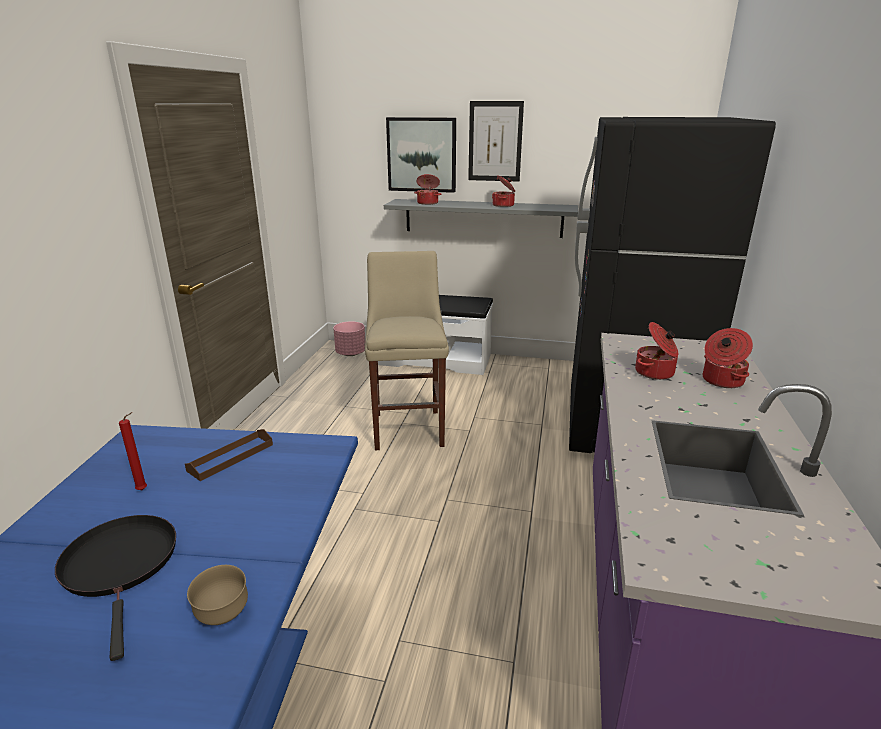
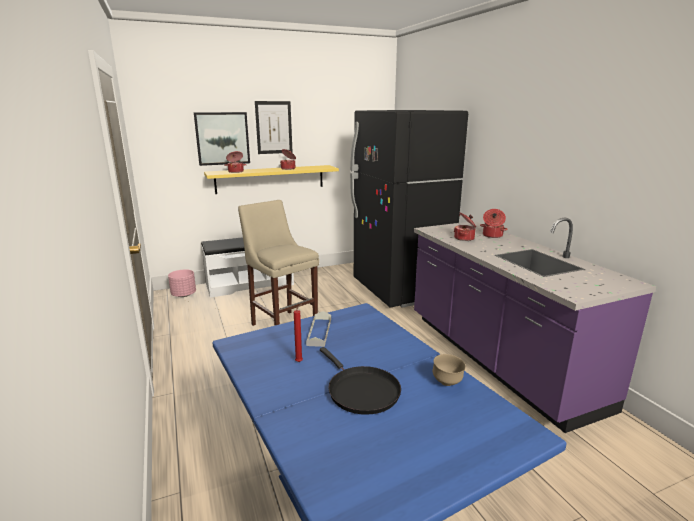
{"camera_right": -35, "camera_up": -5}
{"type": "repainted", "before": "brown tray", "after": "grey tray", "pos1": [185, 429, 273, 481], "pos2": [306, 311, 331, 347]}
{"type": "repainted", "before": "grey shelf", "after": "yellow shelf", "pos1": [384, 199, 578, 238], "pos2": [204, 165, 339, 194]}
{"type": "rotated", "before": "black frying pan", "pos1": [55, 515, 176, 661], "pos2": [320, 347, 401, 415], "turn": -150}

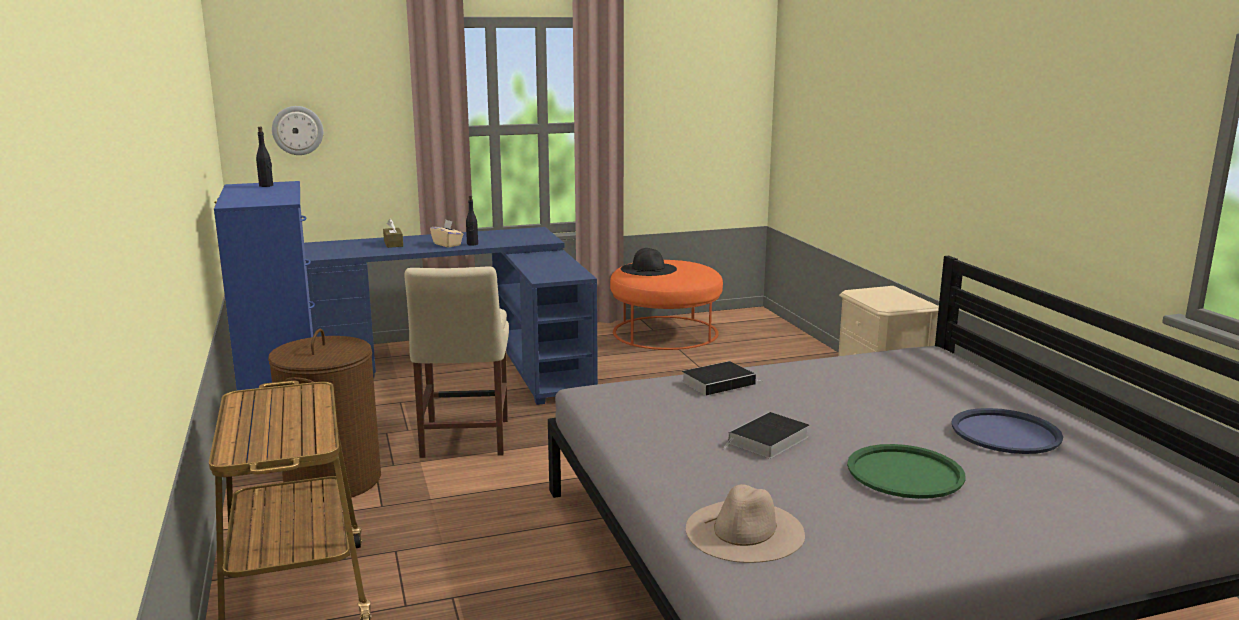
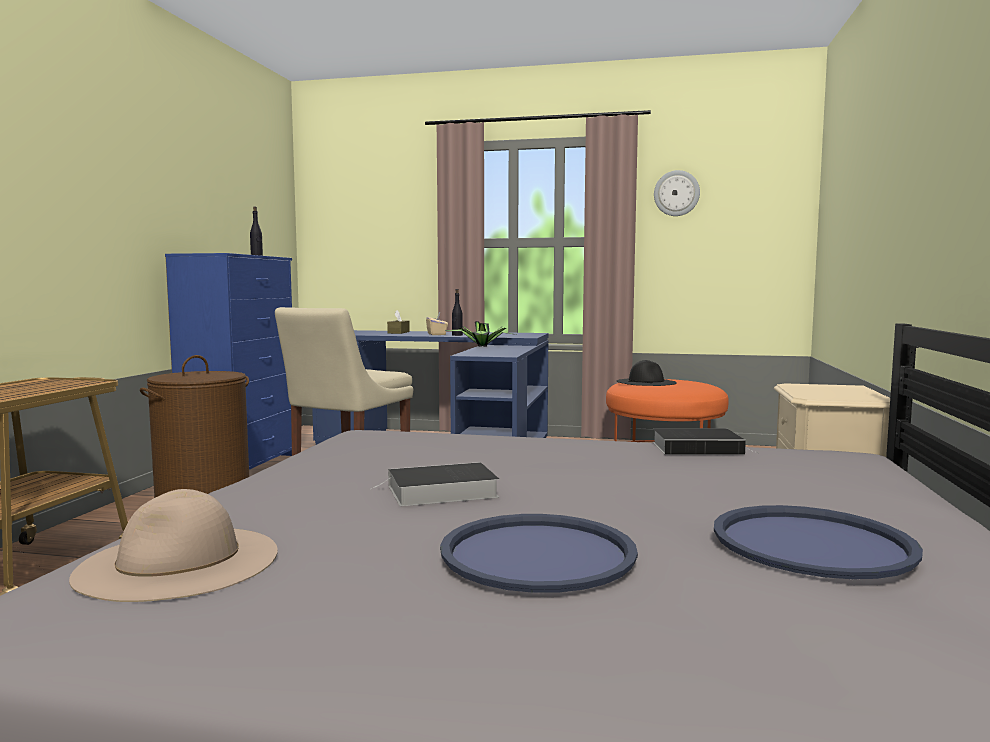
{"camera_right": 30, "camera_up": -10}
{"type": "new", "after": "potted plant", "pos2": [445, 321, 516, 347]}
{"type": "shifted", "before": "wall clock", "pos1": [272, 106, 323, 155], "pos2": [654, 170, 700, 216]}
{"type": "shifted", "before": "book", "pos1": [682, 361, 762, 396], "pos2": [653, 428, 757, 455]}
{"type": "repainted", "before": "green tray", "after": "blue tray", "pos1": [847, 444, 966, 499], "pos2": [440, 514, 638, 593]}

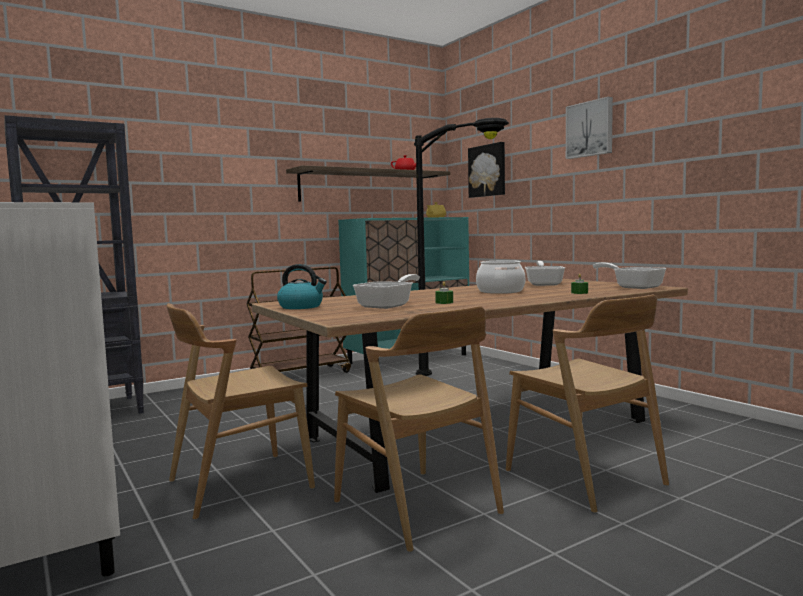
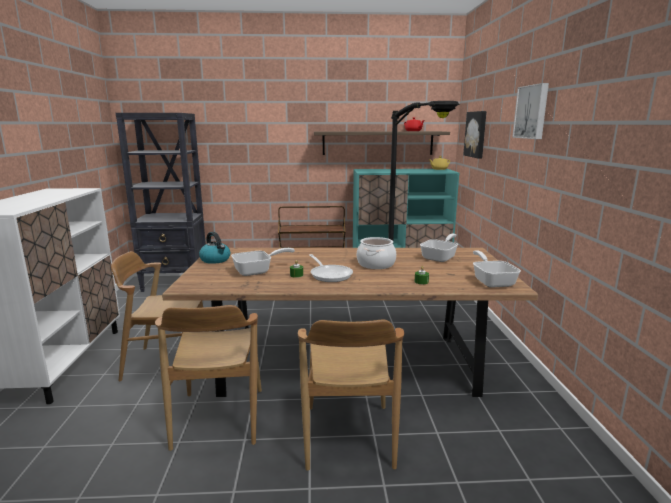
{"camera_right": 30, "camera_up": 10}
{"type": "new", "after": "frying pan", "pos2": [309, 254, 353, 282]}

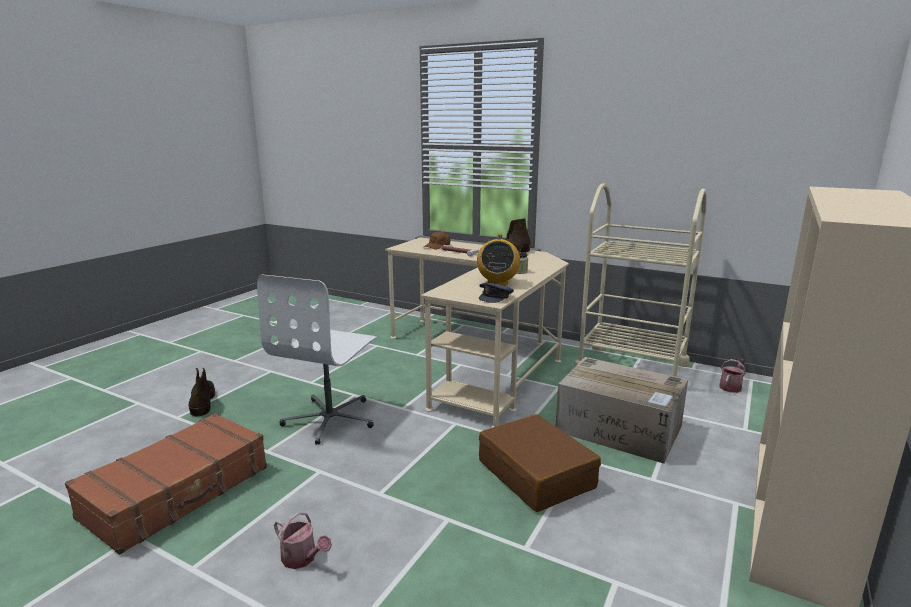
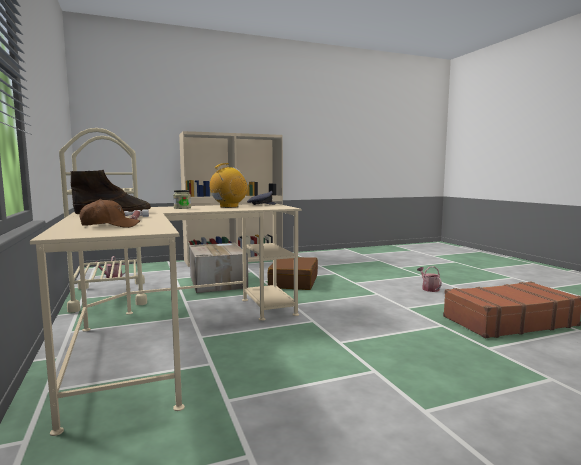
{"camera_right": -140, "camera_up": -10}
{"type": "gone", "before": "brown boot", "pos1": [189, 368, 215, 417]}
{"type": "gone", "before": "white office chair", "pos1": [257, 274, 377, 445]}

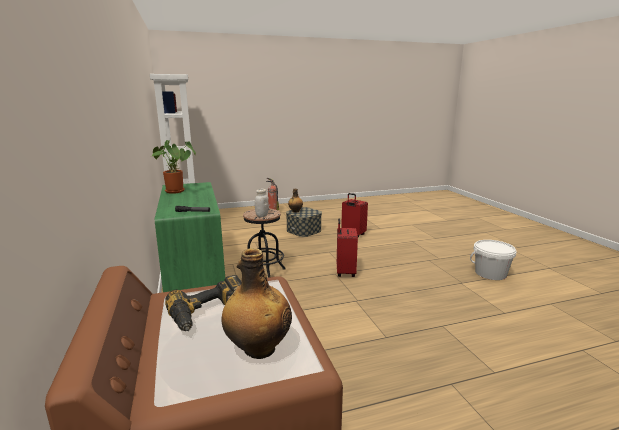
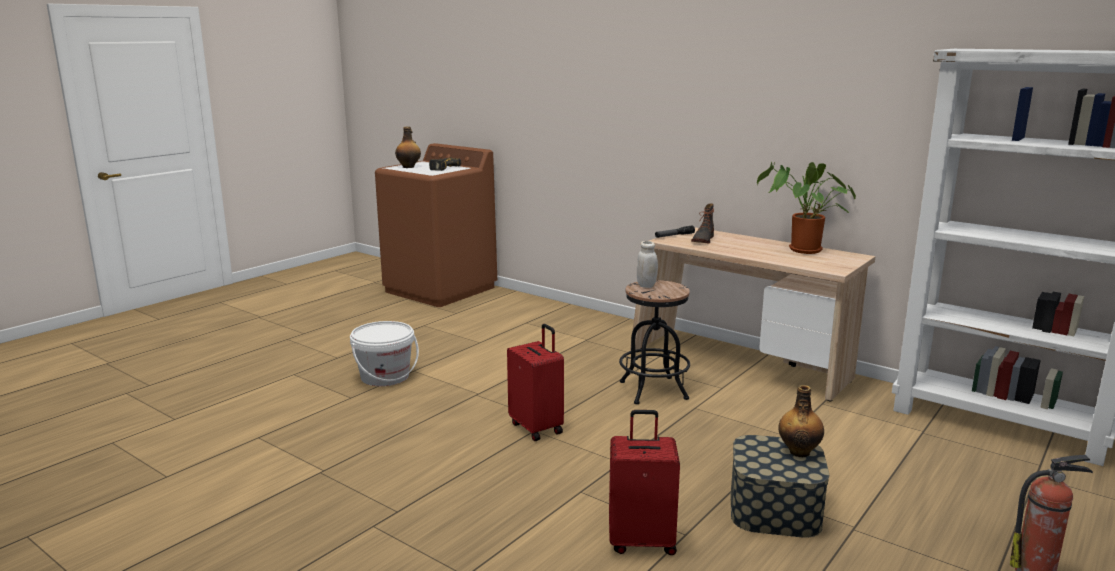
{"camera_right": 145, "camera_up": 0}
{"type": "new", "after": "boot", "pos2": [691, 204, 714, 244]}
{"type": "shifted", "before": "white bucket", "pos1": [470, 240, 517, 280], "pos2": [350, 321, 419, 386]}
{"type": "repainted", "before": "green desk", "after": "beige desk", "pos1": [155, 182, 225, 292], "pos2": [630, 227, 875, 401]}

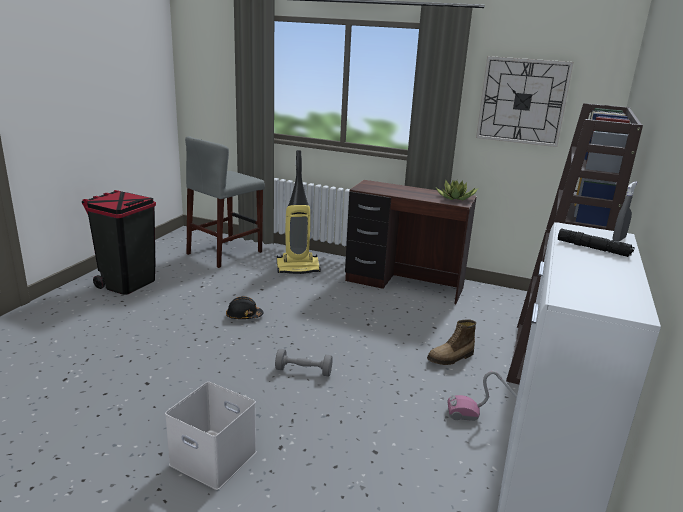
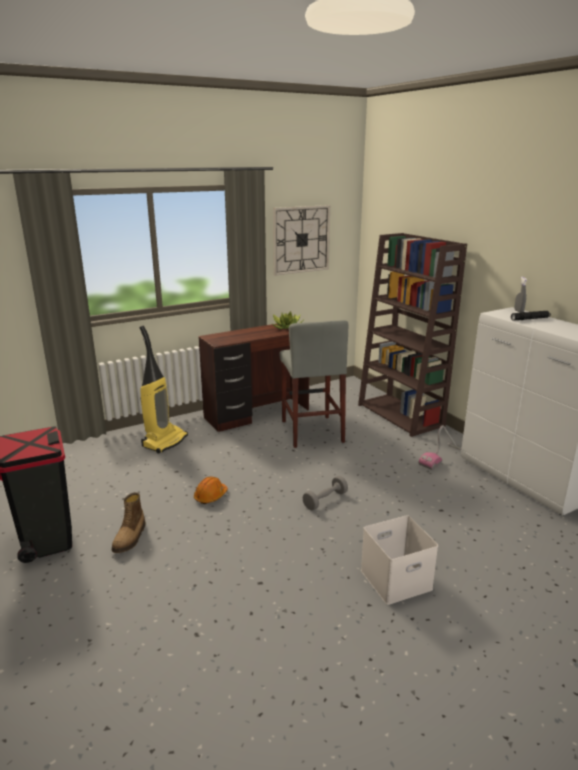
{"camera_right": -50, "camera_up": 0}
{"type": "shifted", "before": "grey stool", "pos1": [185, 136, 265, 268], "pos2": [280, 320, 349, 448]}
{"type": "shifted", "before": "boot", "pos1": [427, 319, 476, 365], "pos2": [112, 492, 146, 553]}
{"type": "repainted", "before": "black hard hat", "after": "orange hard hat", "pos1": [226, 296, 263, 319], "pos2": [194, 477, 228, 504]}

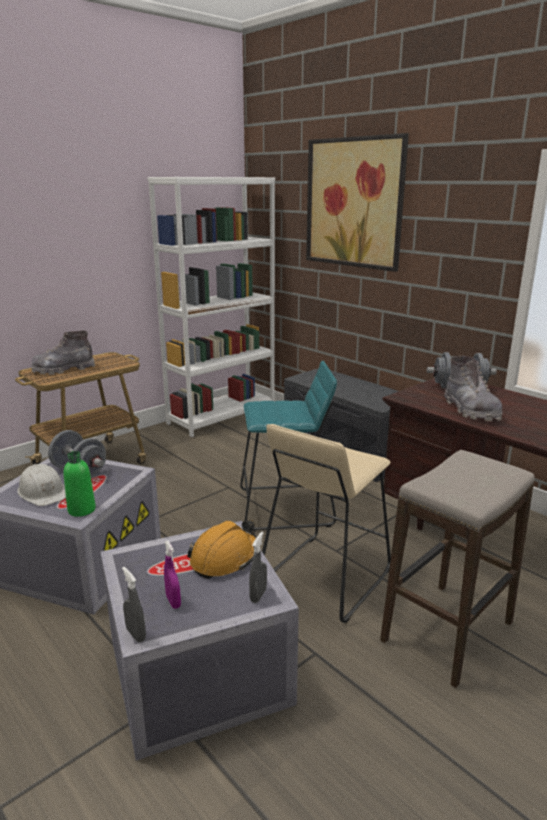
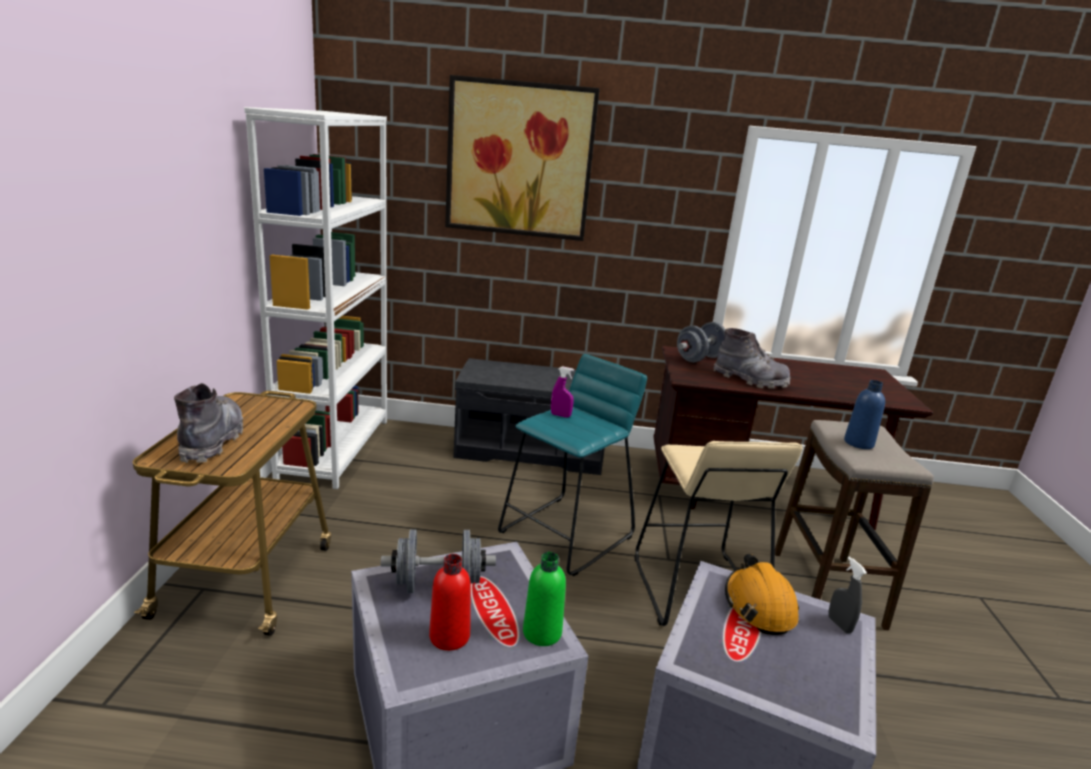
{"camera_right": -45, "camera_up": 0}
{"type": "gone", "before": "grey spray bottle", "pos1": [122, 567, 146, 642]}
{"type": "new", "after": "blue bottle", "pos2": [844, 380, 885, 449]}
{"type": "shifted", "before": "purple spray bottle", "pos1": [164, 541, 181, 609], "pos2": [551, 366, 574, 417]}
{"type": "swapped", "before": "white hard hat", "after": "red bottle", "pos1": [17, 464, 66, 506], "pos2": [429, 554, 471, 651]}
{"type": "rotated", "before": "grey boot", "pos1": [31, 330, 95, 375], "pos2": [174, 383, 243, 463], "turn": 150}

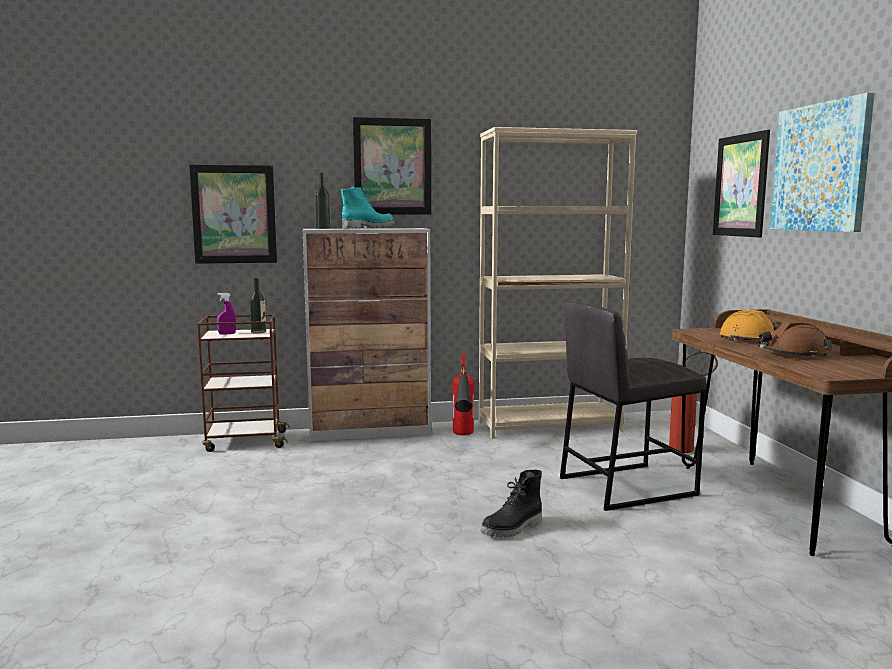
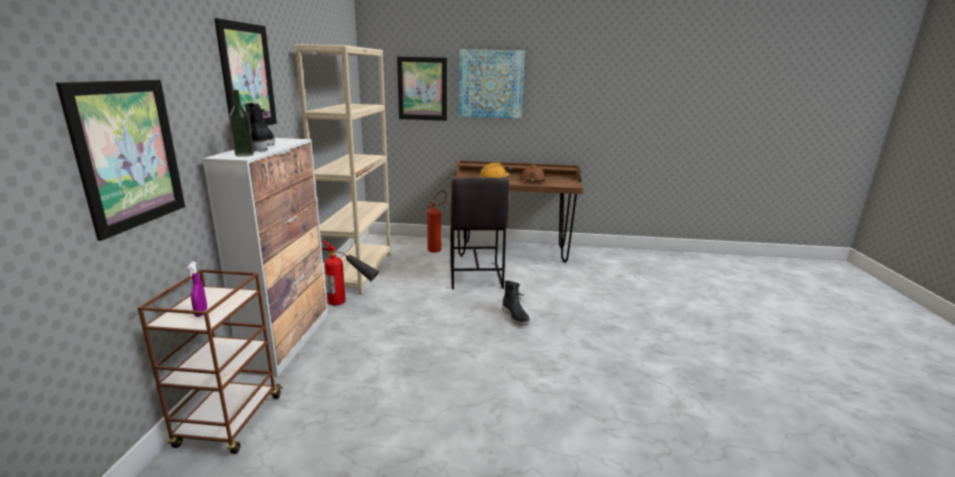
{"camera_right": -75, "camera_up": 10}
{"type": "gone", "before": "bottle", "pos1": [250, 278, 266, 334]}
{"type": "repainted", "before": "turquoise boot", "after": "black boot", "pos1": [341, 187, 395, 229], "pos2": [245, 103, 275, 151]}

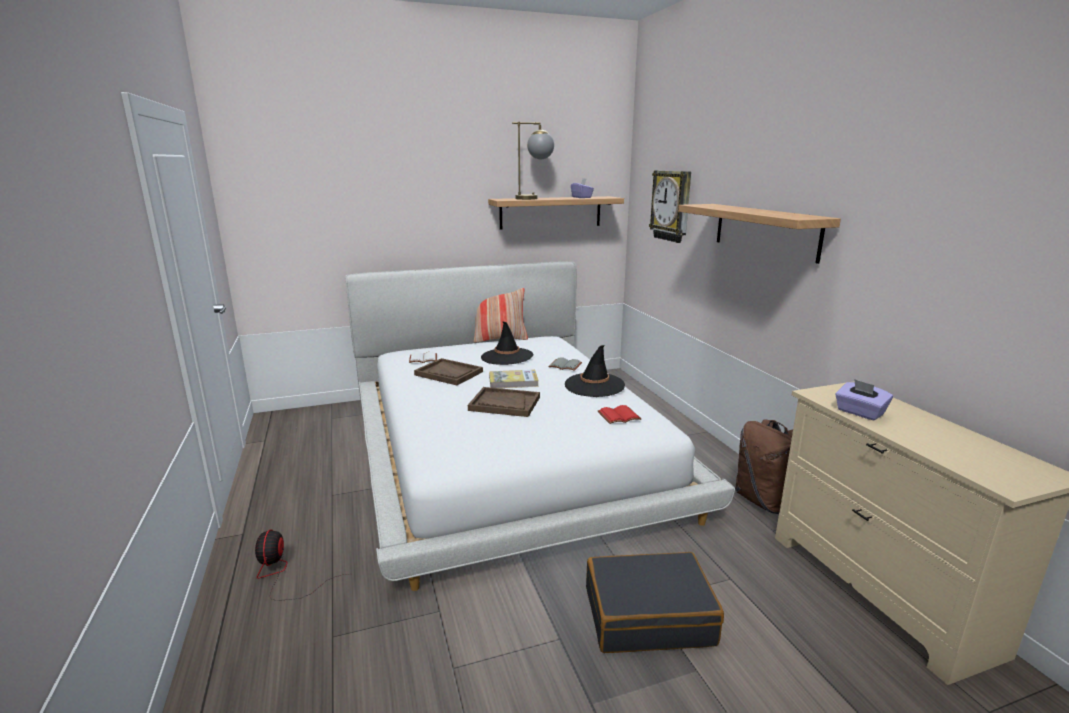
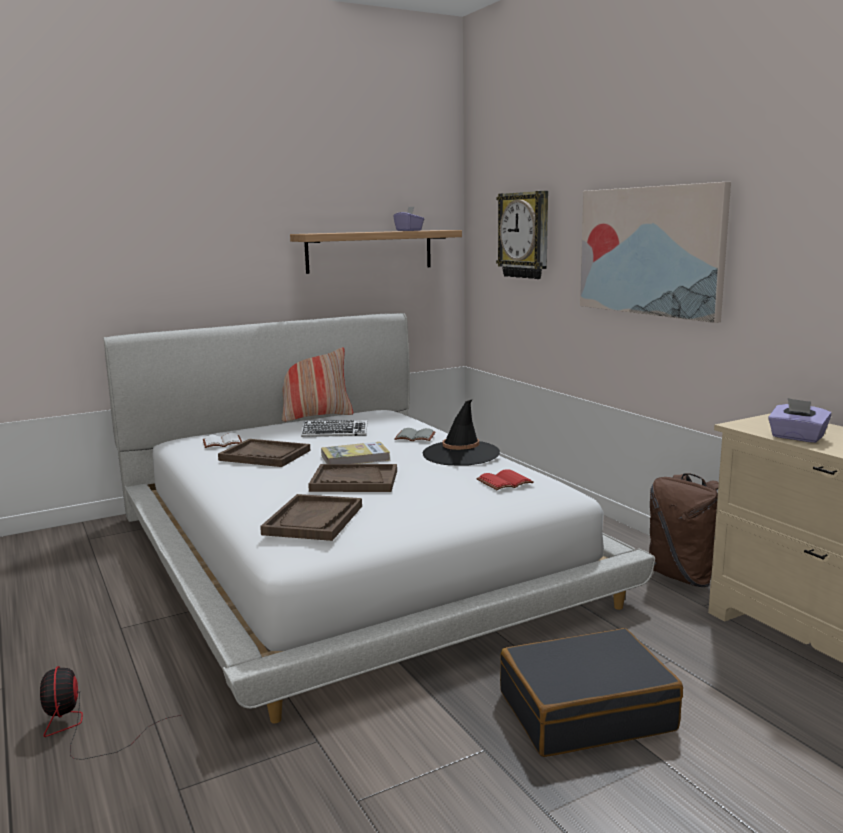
{"camera_right": -10, "camera_up": -5}
{"type": "gone", "before": "table lamp", "pos1": [512, 122, 554, 200]}
{"type": "new", "after": "brown tray", "pos2": [260, 494, 362, 541]}
{"type": "swapped", "before": "black hat", "after": "keyboard", "pos1": [481, 321, 533, 365], "pos2": [301, 420, 368, 437]}
{"type": "swapped", "before": "shelf", "after": "picture", "pos1": [678, 204, 841, 264], "pos2": [580, 182, 731, 323]}

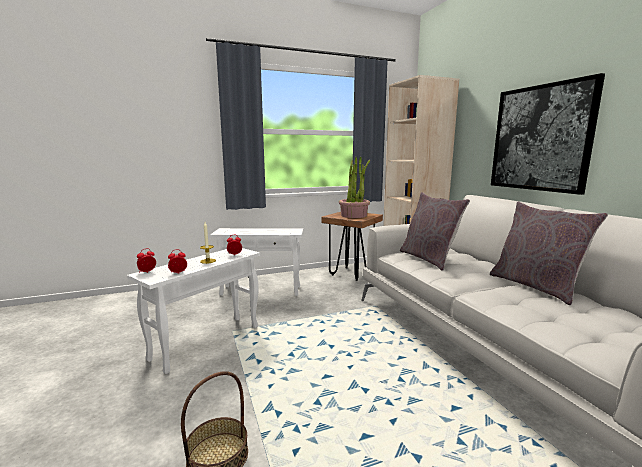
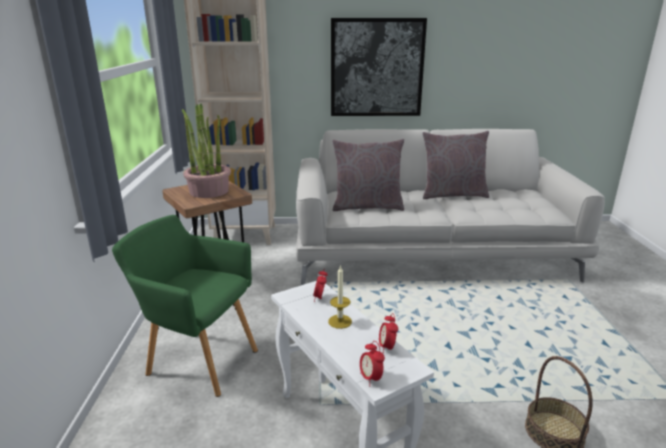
{"camera_right": -70, "camera_up": 10}
{"type": "swapped", "before": "white side table", "after": "green armchair", "pos1": [210, 228, 303, 296], "pos2": [112, 215, 258, 397]}

